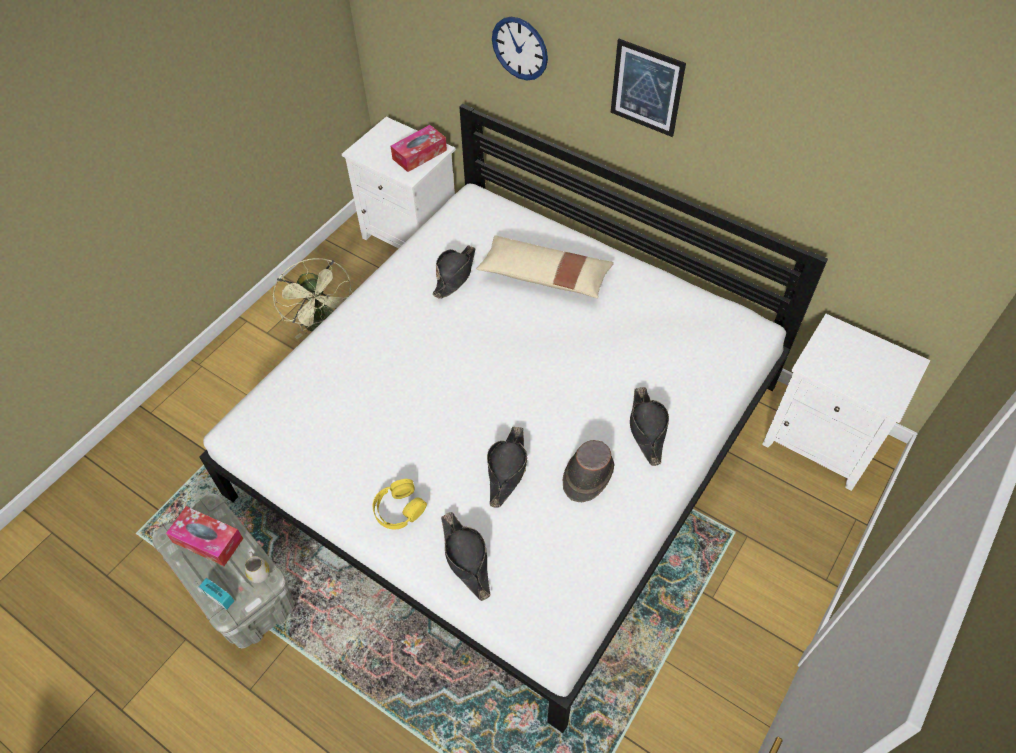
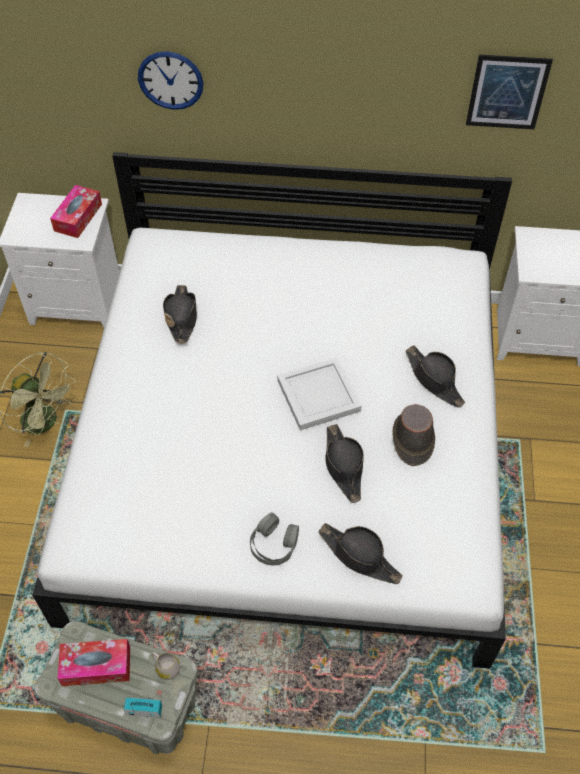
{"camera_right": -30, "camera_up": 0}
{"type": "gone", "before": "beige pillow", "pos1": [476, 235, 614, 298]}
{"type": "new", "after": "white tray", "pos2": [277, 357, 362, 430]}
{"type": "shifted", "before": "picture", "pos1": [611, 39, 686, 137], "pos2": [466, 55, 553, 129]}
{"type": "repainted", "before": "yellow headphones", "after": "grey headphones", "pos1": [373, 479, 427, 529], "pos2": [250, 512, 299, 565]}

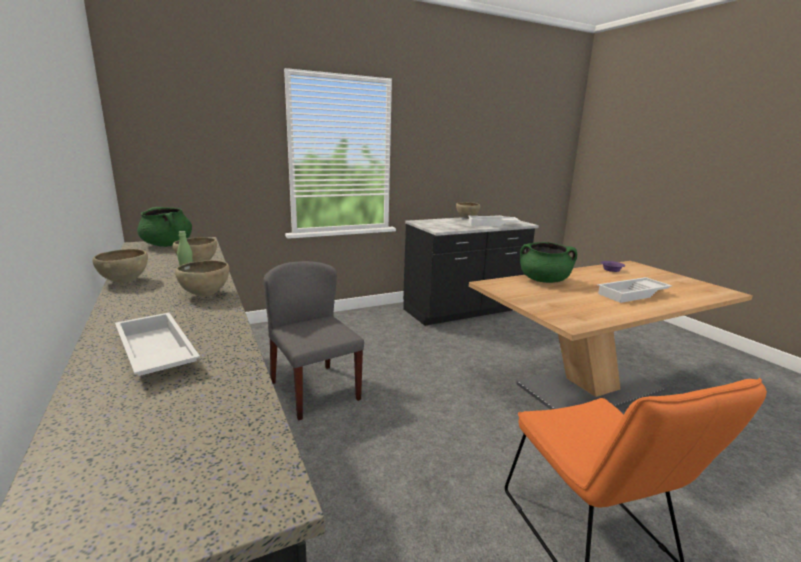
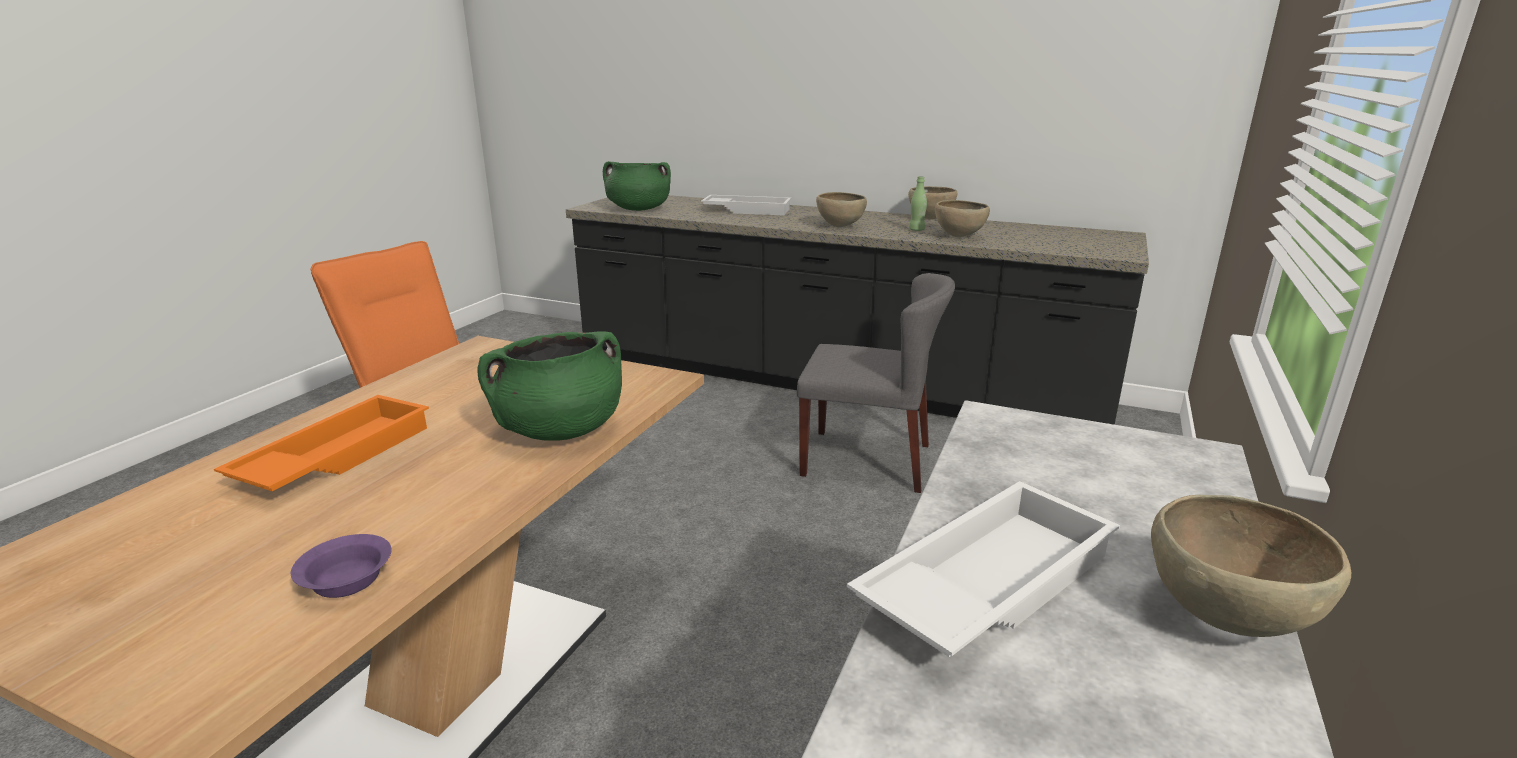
{"camera_right": 140, "camera_up": 5}
{"type": "shifted", "before": "green cooking pot", "pos1": [137, 207, 192, 247], "pos2": [603, 161, 671, 211]}
{"type": "repainted", "before": "white tray", "after": "orange tray", "pos1": [597, 277, 672, 303], "pos2": [214, 395, 429, 491]}

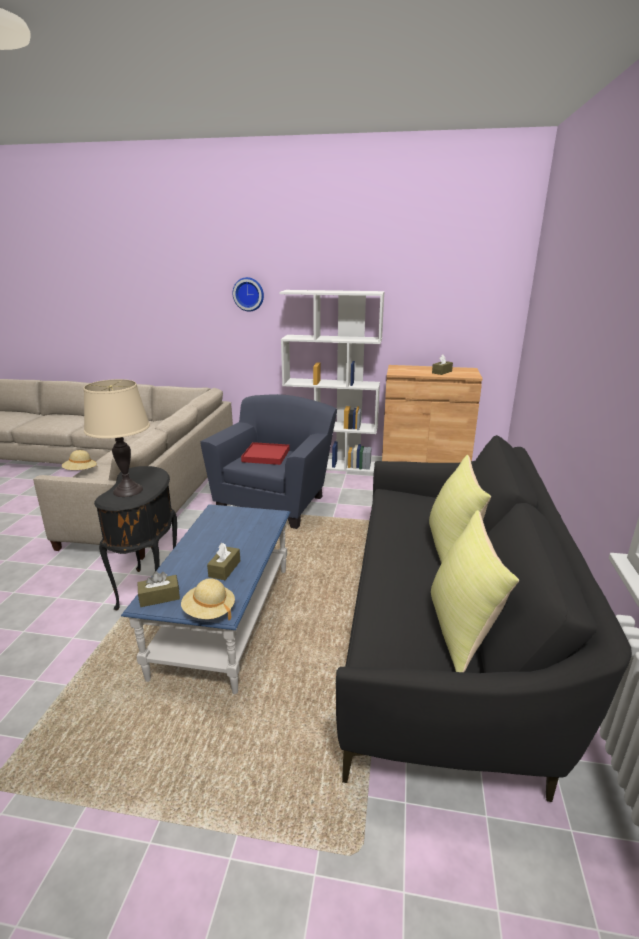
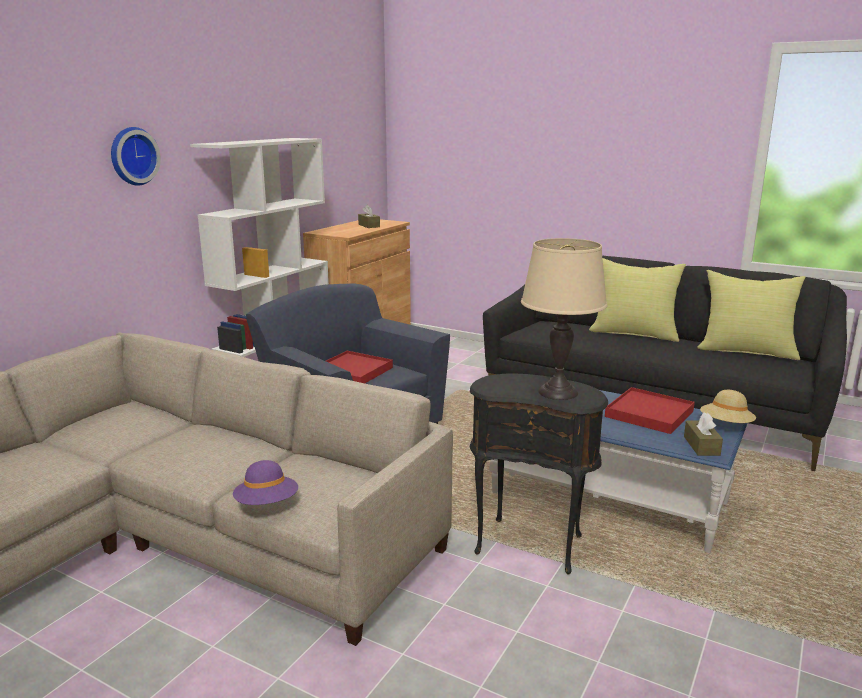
{"camera_right": -70, "camera_up": -5}
{"type": "swapped", "before": "brown tissue box", "after": "red tray", "pos1": [207, 543, 240, 580], "pos2": [605, 387, 695, 434]}
{"type": "repainted", "before": "beige hat", "after": "purple hat", "pos1": [62, 450, 97, 470], "pos2": [233, 460, 298, 505]}

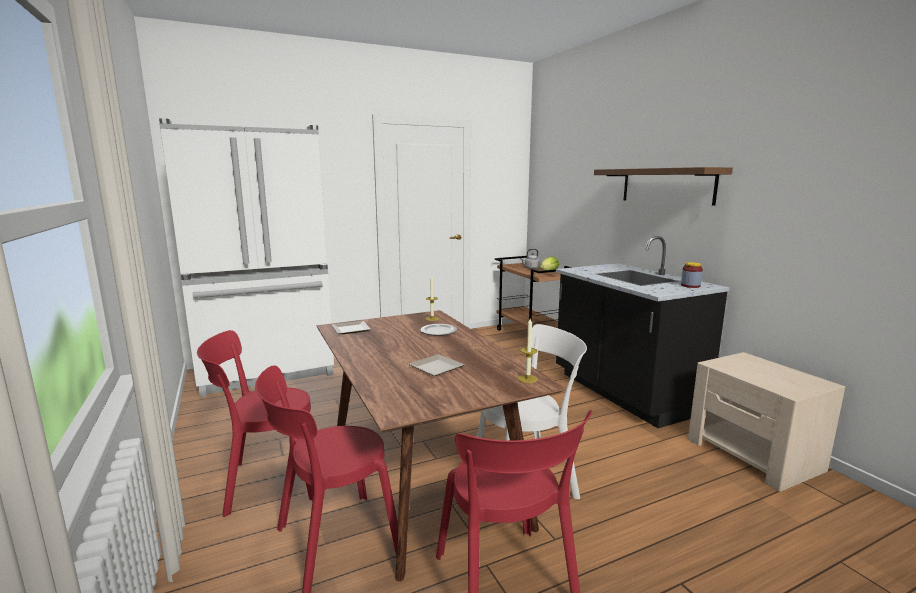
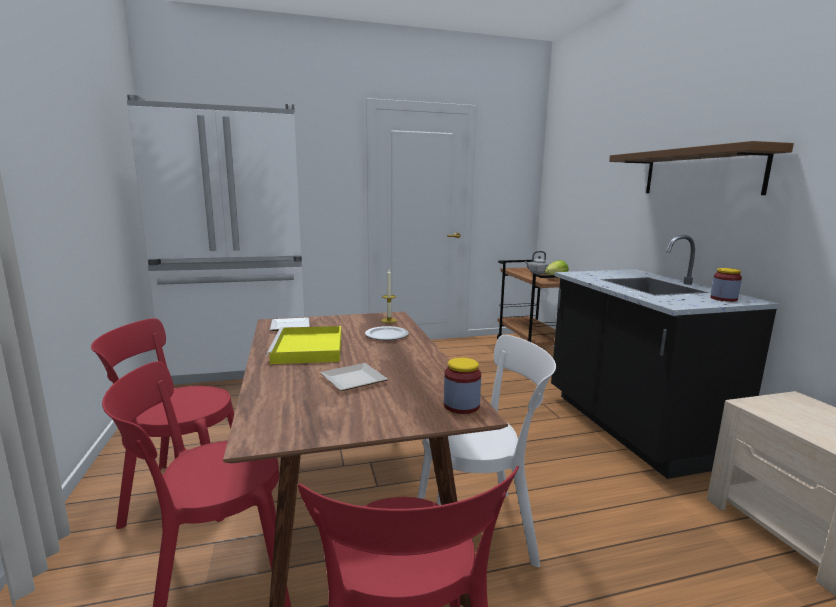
{"camera_right": 10, "camera_up": 0}
{"type": "new", "after": "yellow tray", "pos2": [266, 326, 341, 364]}
{"type": "swapped", "before": "candle", "after": "jar", "pos1": [518, 319, 538, 383], "pos2": [444, 358, 481, 414]}

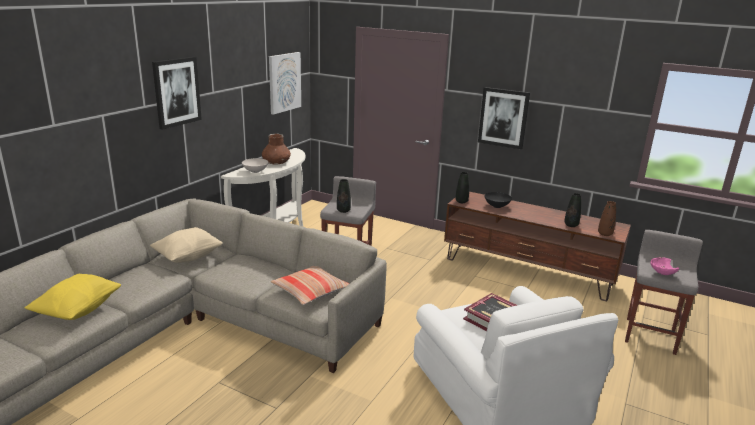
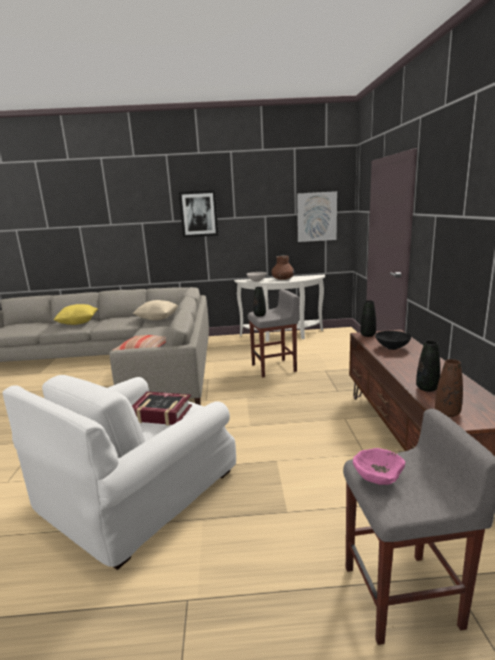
{"camera_right": 60, "camera_up": -5}
{"type": "gone", "before": "picture", "pos1": [478, 87, 530, 149]}

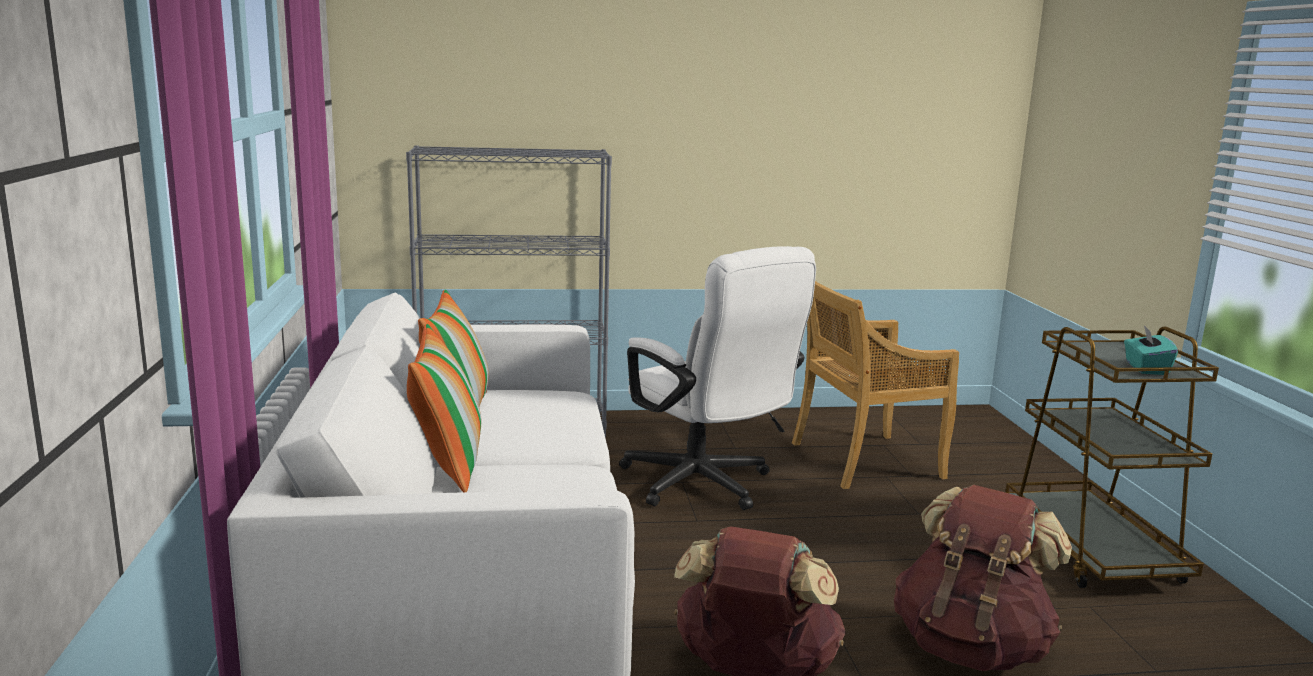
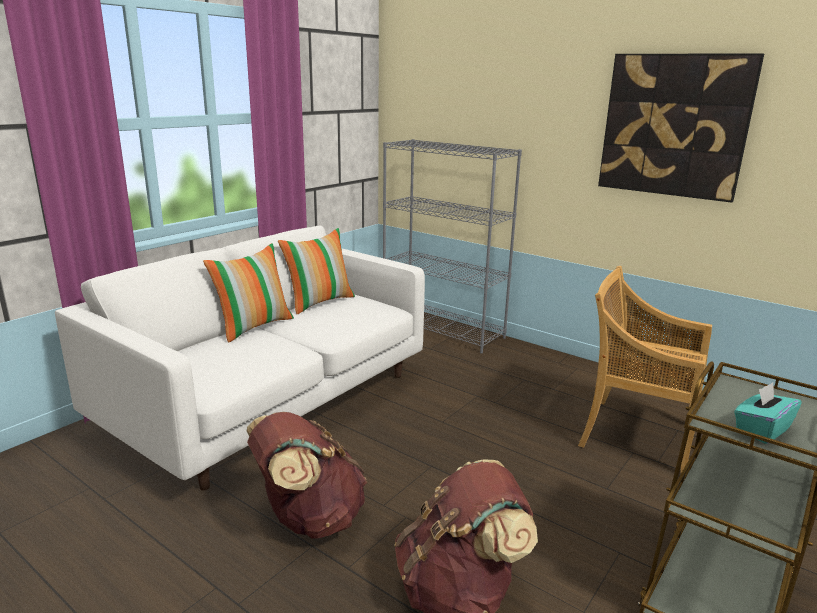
{"camera_right": 45, "camera_up": 5}
{"type": "gone", "before": "white office chair", "pos1": [619, 246, 816, 510]}
{"type": "new", "after": "picture", "pos2": [598, 53, 764, 203]}

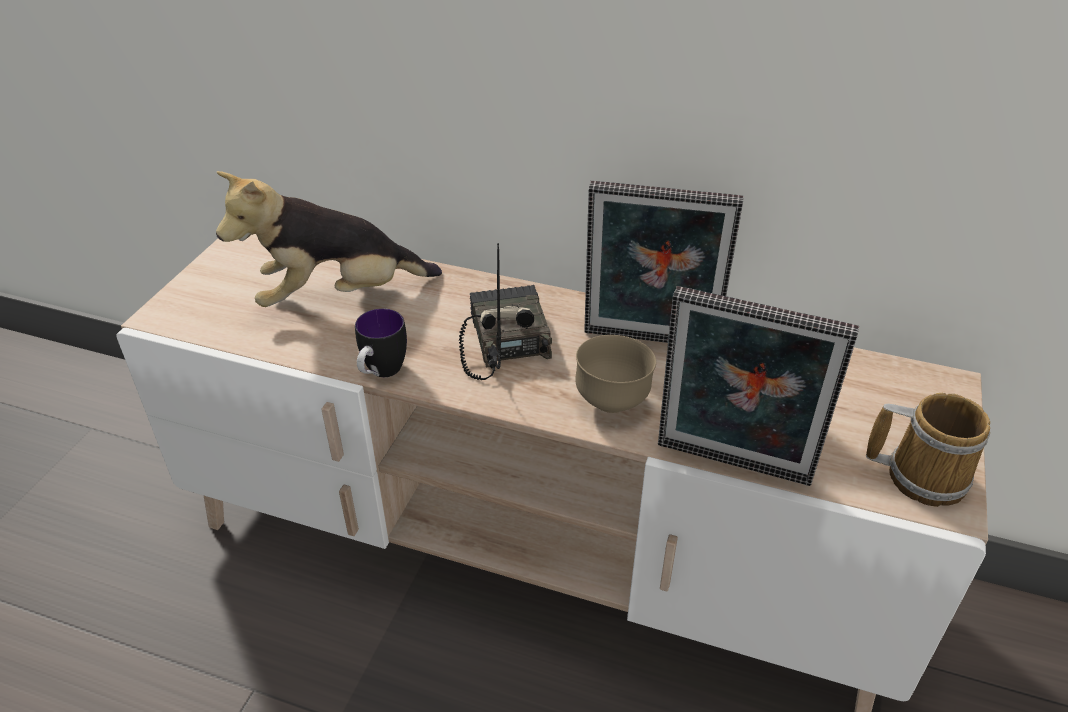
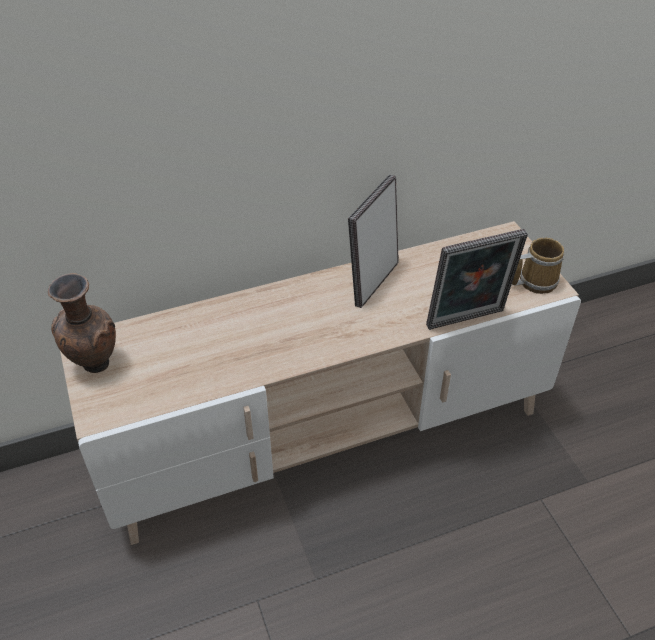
{"camera_right": -40, "camera_up": 5}
{"type": "gone", "before": "plush toy", "pos1": [216, 171, 442, 307]}
{"type": "gone", "before": "mug", "pos1": [355, 308, 407, 377]}
{"type": "gone", "before": "radio", "pos1": [459, 243, 552, 380]}
{"type": "gone", "before": "brown bowl", "pos1": [575, 335, 656, 413]}
{"type": "new", "after": "brown vase", "pos2": [48, 273, 116, 373]}
{"type": "rotated", "before": "picture frame", "pos1": [584, 181, 743, 343], "pos2": [348, 175, 399, 308], "turn": 150}

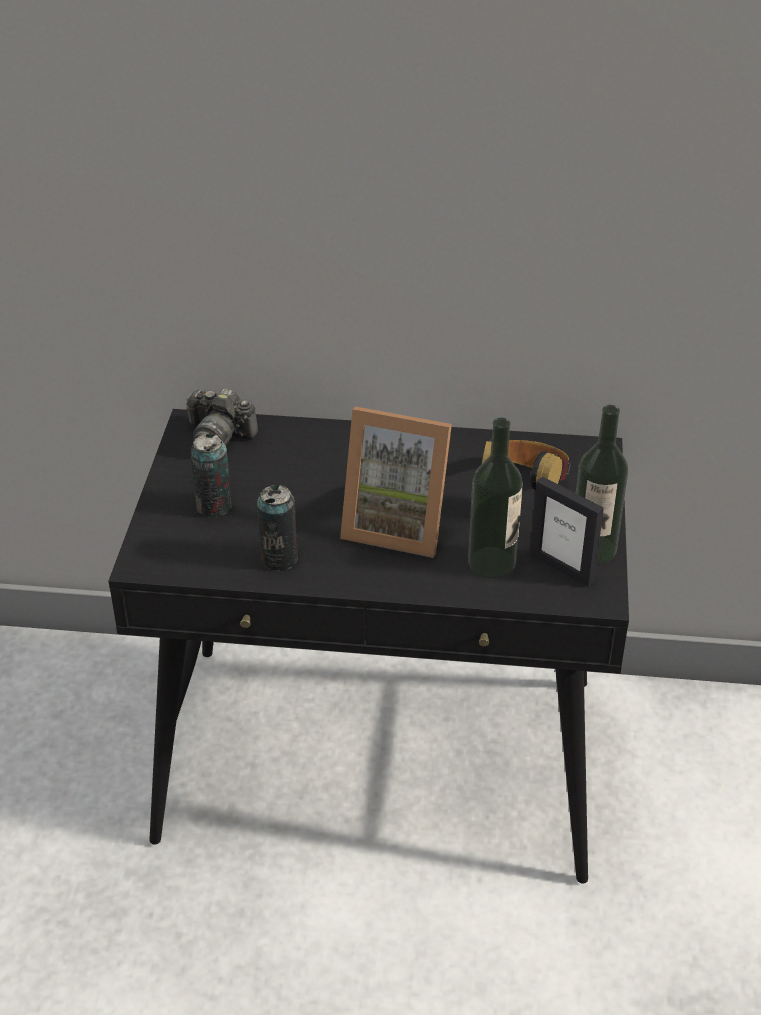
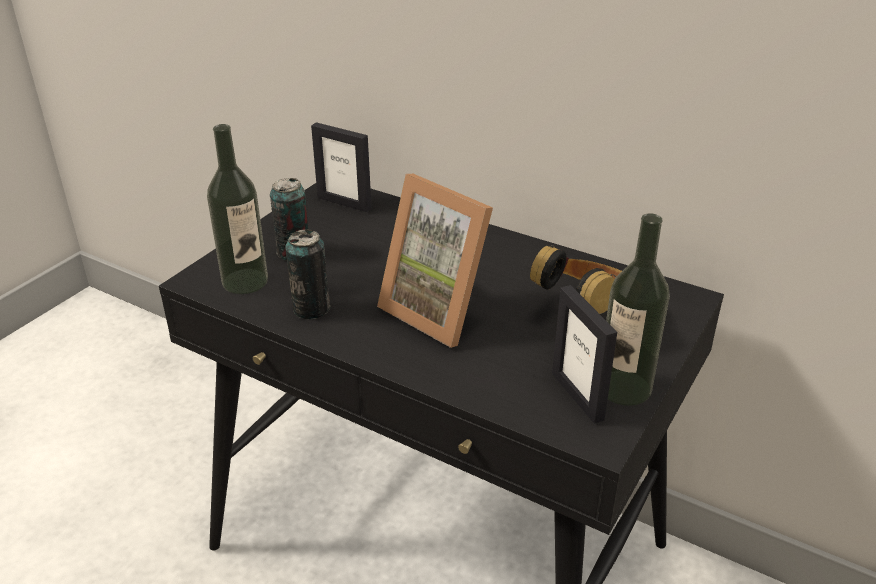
{"camera_right": 25, "camera_up": -5}
{"type": "shifted", "before": "bottle", "pos1": [468, 418, 523, 578], "pos2": [207, 124, 268, 294]}
{"type": "swapped", "before": "photo camera", "after": "picture frame", "pos1": [186, 388, 258, 445], "pos2": [311, 122, 372, 212]}

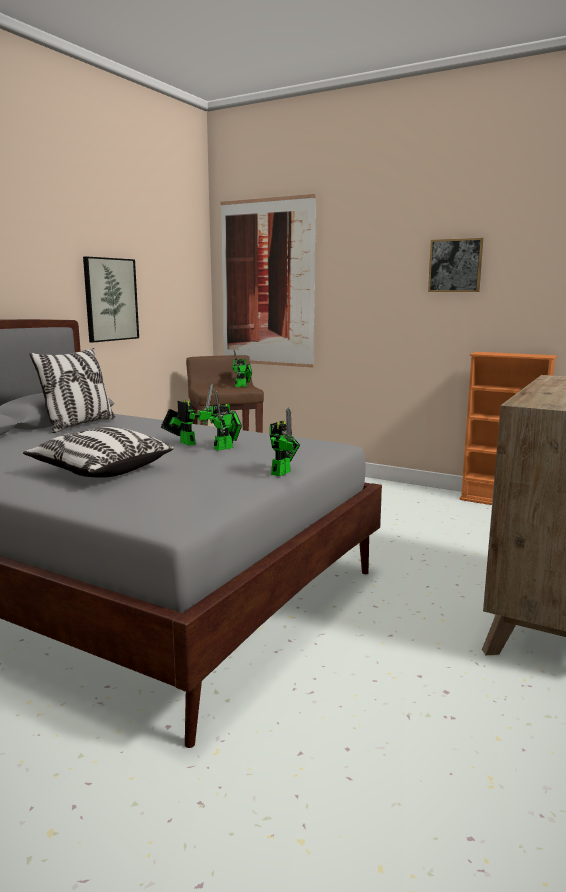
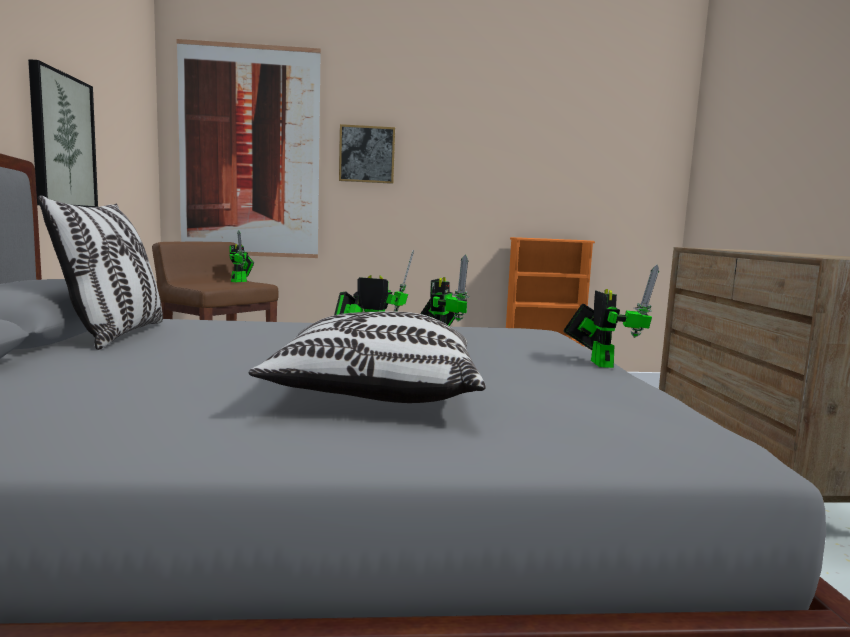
{"camera_right": -35, "camera_up": -5}
{"type": "shifted", "before": "picture", "pos1": [428, 238, 483, 292], "pos2": [339, 124, 395, 184]}

